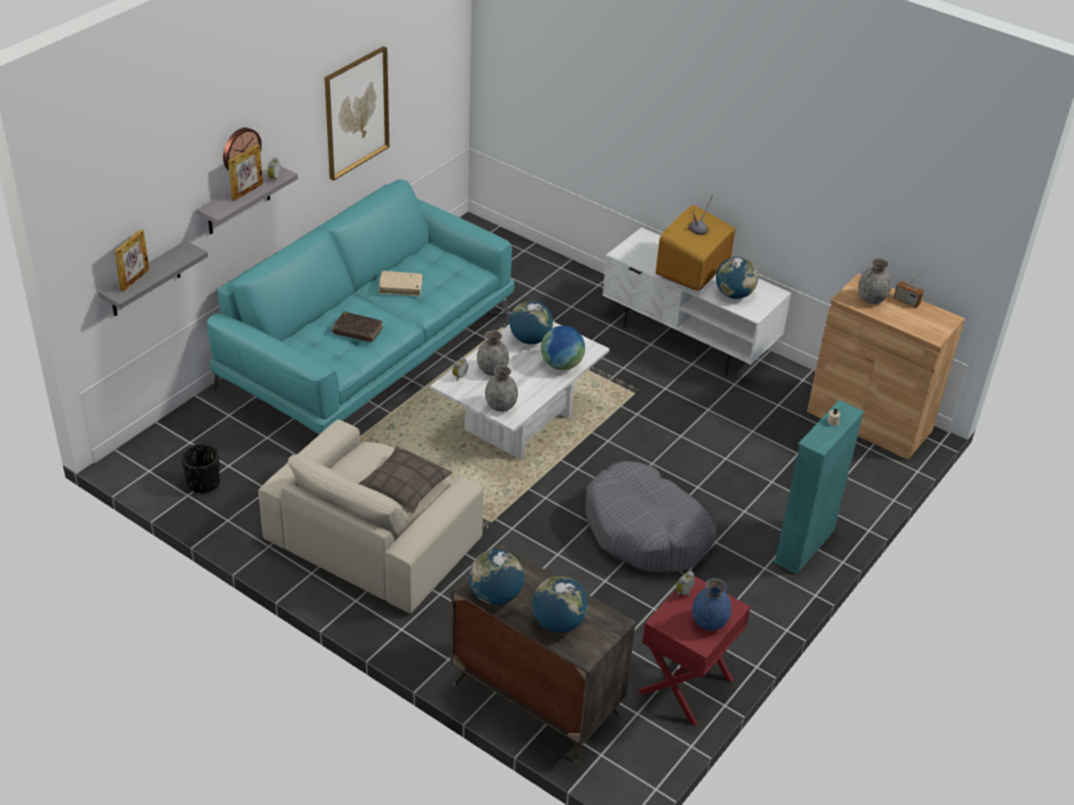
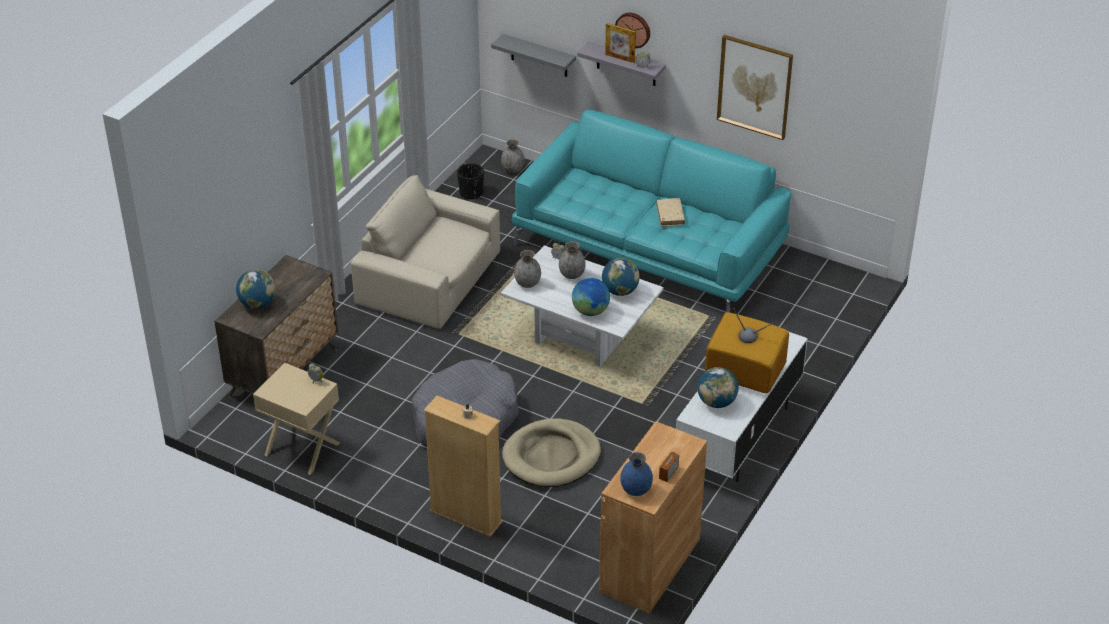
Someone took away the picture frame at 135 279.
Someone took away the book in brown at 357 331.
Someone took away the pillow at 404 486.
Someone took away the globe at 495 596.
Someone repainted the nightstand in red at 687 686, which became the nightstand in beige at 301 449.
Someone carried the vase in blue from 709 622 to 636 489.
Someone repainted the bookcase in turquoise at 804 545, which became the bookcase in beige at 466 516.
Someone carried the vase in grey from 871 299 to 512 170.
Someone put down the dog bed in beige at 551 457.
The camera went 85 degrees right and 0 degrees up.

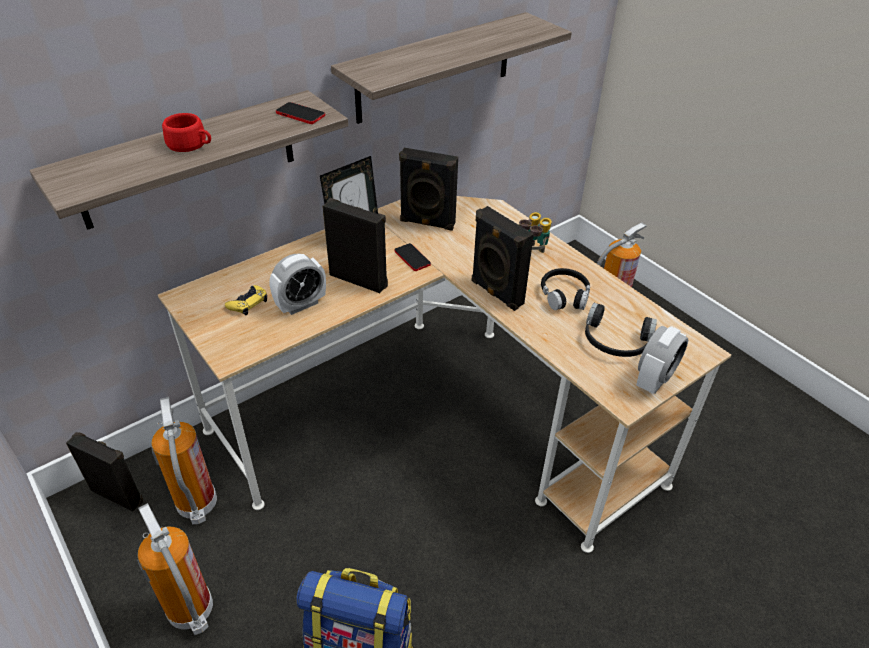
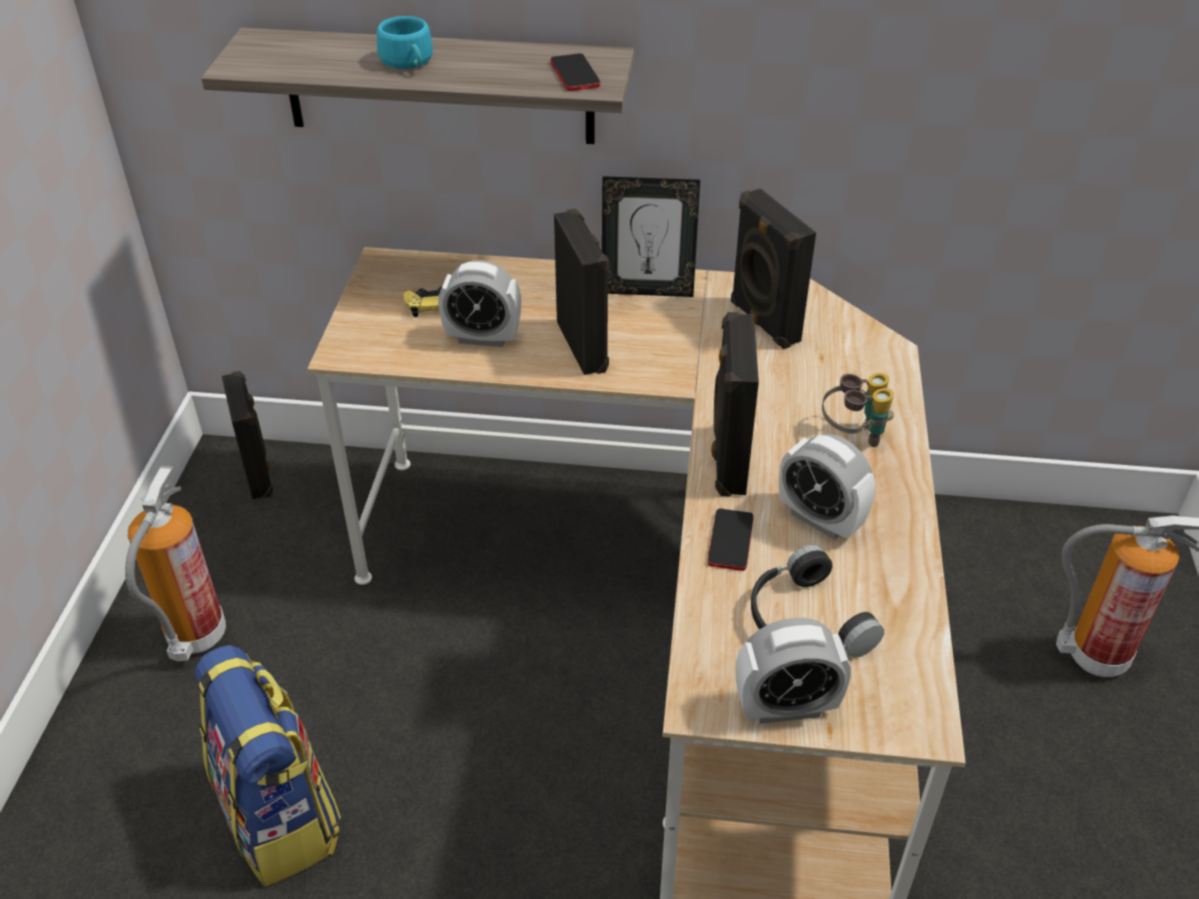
Someone took away the fire extinguisher at 198 506.
Someone repainted the cup in red at 191 145, which became the cup in turquoise at 408 62.
Someone took away the shelf at 435 68.
Someone carried the phone from 412 258 to 730 540.
Someone swapped the headphones in black at 564 295 for the alarm clock at 820 519.
The camera went 45 degrees right and 0 degrees up.

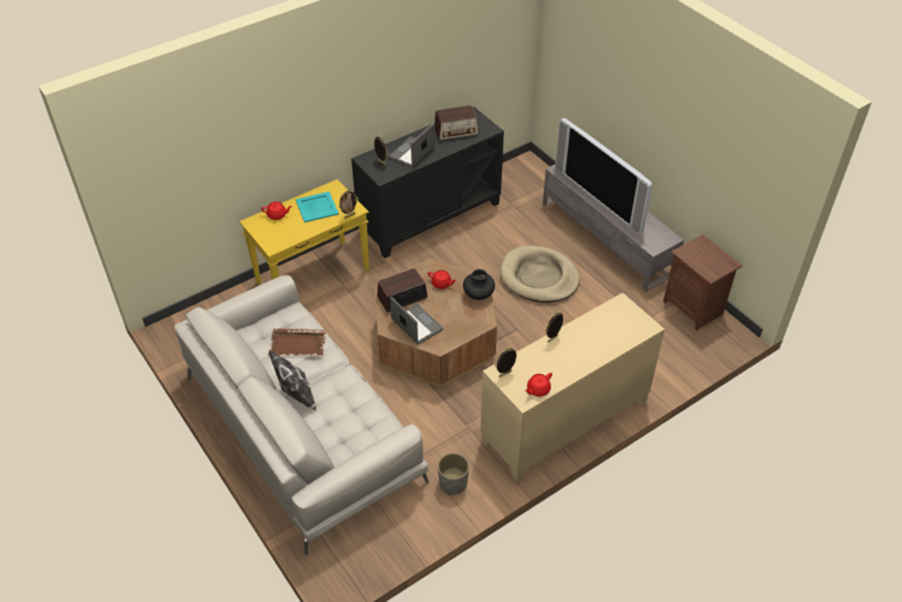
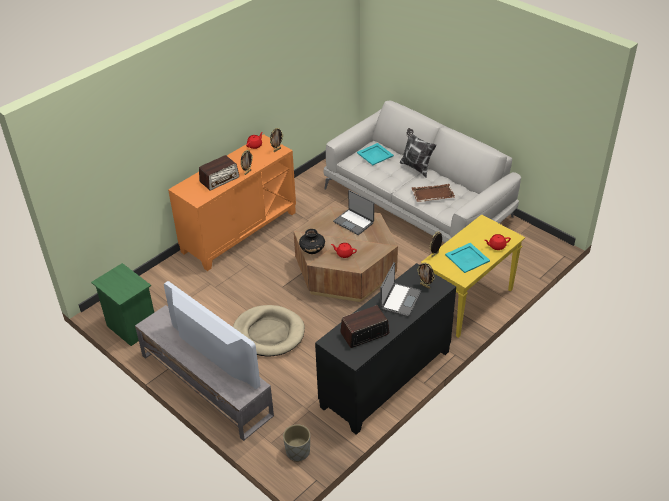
Someone carried the radio from 402 298 to 219 179.
Someone carried the planter in grey from 453 483 to 297 452.
Someone repainted the cabinet in beige at 565 422, which became the cabinet in orange at 239 231.
Someone repainted the nightstand in brown at 694 307, which became the nightstand in green at 131 327.
Someone put down the tray in turquoise at 375 154.
The camera went 170 degrees right and 5 degrees down.

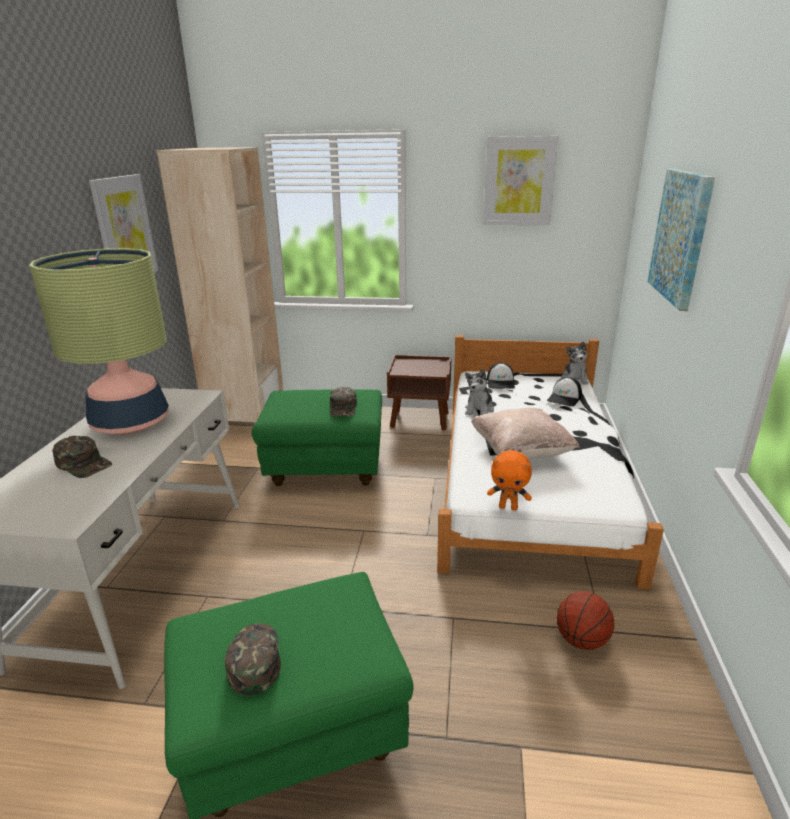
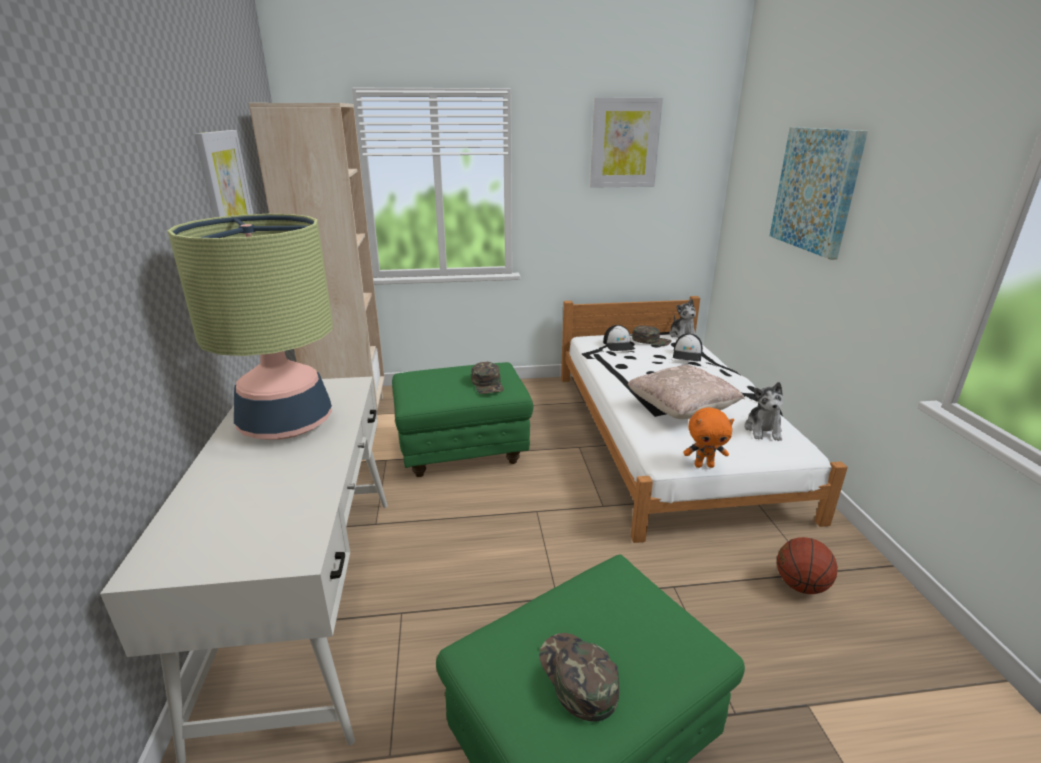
Someone carried the cap in green from 84 463 to 651 340.
Someone took away the nightstand in brown at 420 420.
Someone carried the plush toy from 479 409 to 763 430.
The camera went 15 degrees left and 0 degrees up.

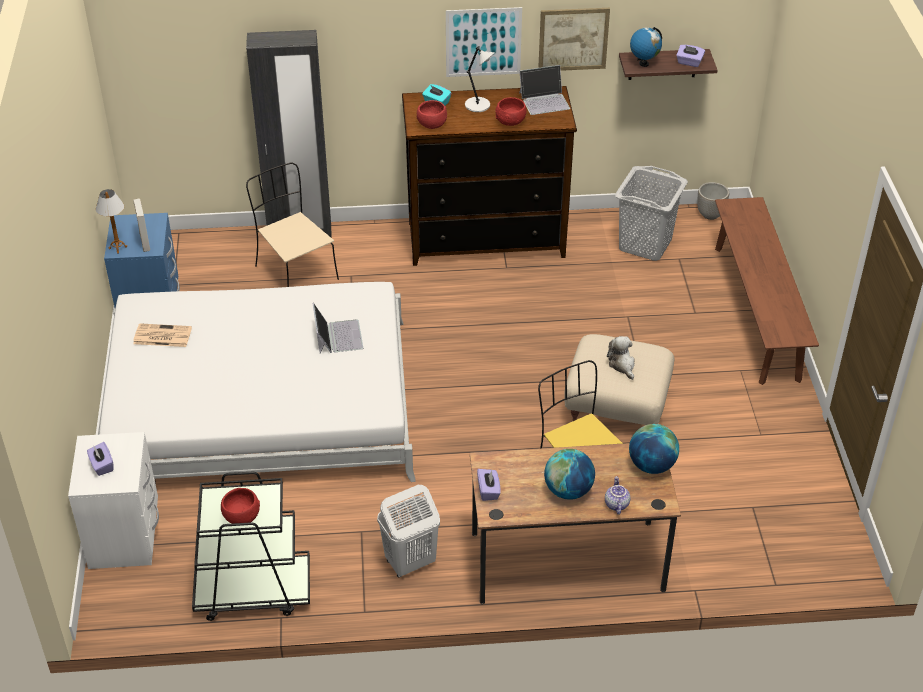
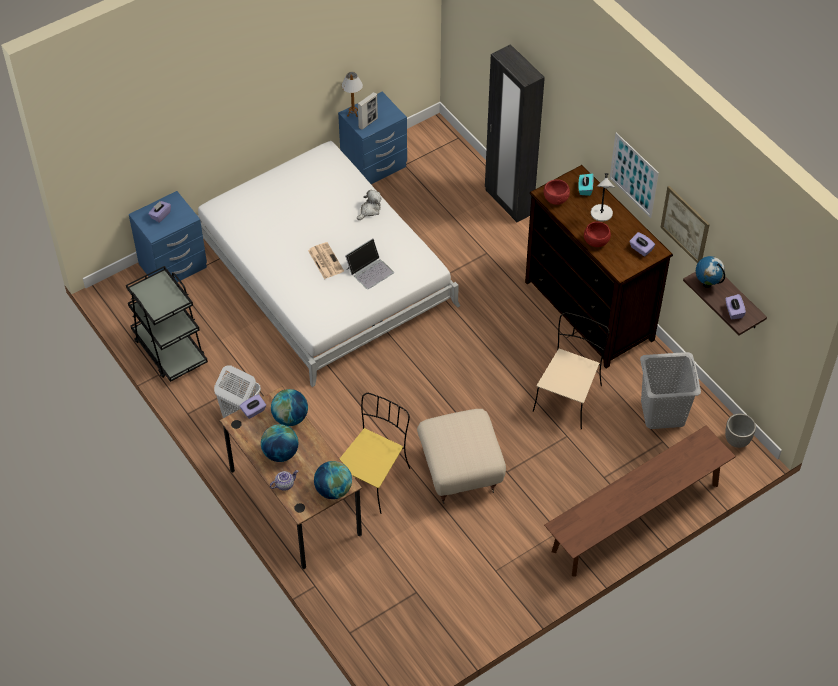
Someone repainted the nightstand in white at 125 536, which became the nightstand in blue at 173 266.
Someone carried the newspaper from 161 336 to 325 260.
Someone took away the bowl in red at 241 516.
Someone carried the chair in beige from 295 272 to 568 397.
Someone swapped the laptop at 544 100 for the tissue box in purple at 641 249.
Someone carried the plush toy from 622 365 to 369 210.
Someone put down the globe at 290 418.
The camera went 60 degrees right and 10 degrees up.

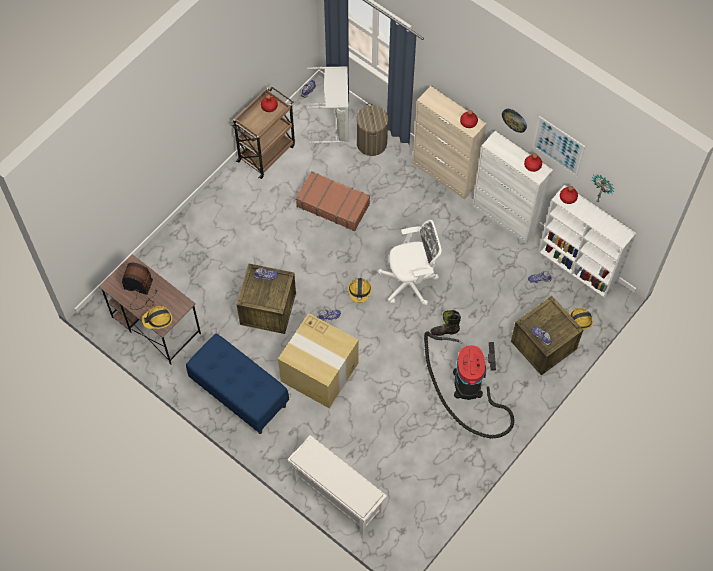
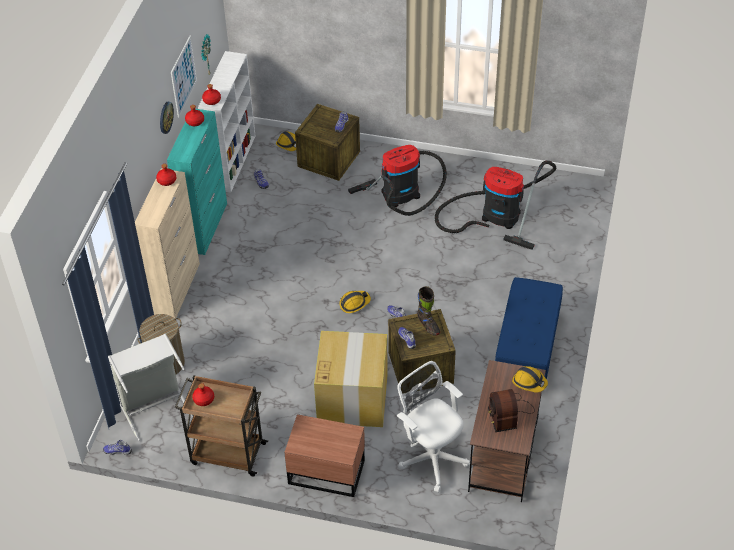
Someone carried the cardboard box from 320 372 to 352 397.
Someone took away the shoe rack in white at 336 495.
Someone took away the suitcase in brown at 333 205.
Someone carried the office chair in white from 411 283 to 431 456.
Someone carried the boot in black from 444 331 to 428 325.
Someone repainted the cabinet in white at 505 218, which became the cabinet in turquoise at 205 226.
Someone put down the nightstand in brown at 325 470.
Someone put down the vacuum cleaner at 496 215.
The camera went 115 degrees left and 15 degrees down.

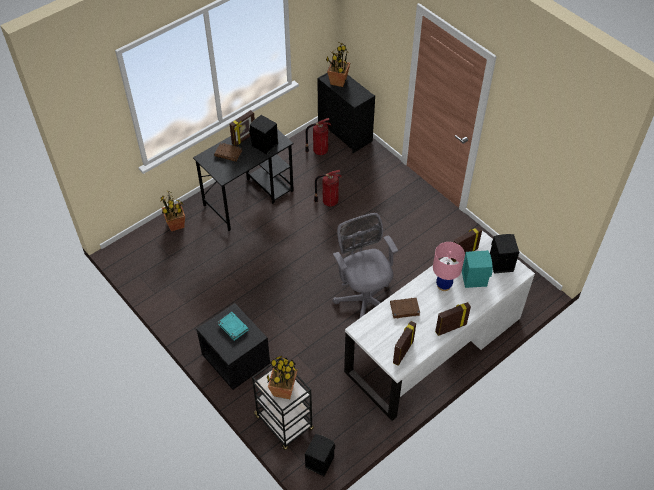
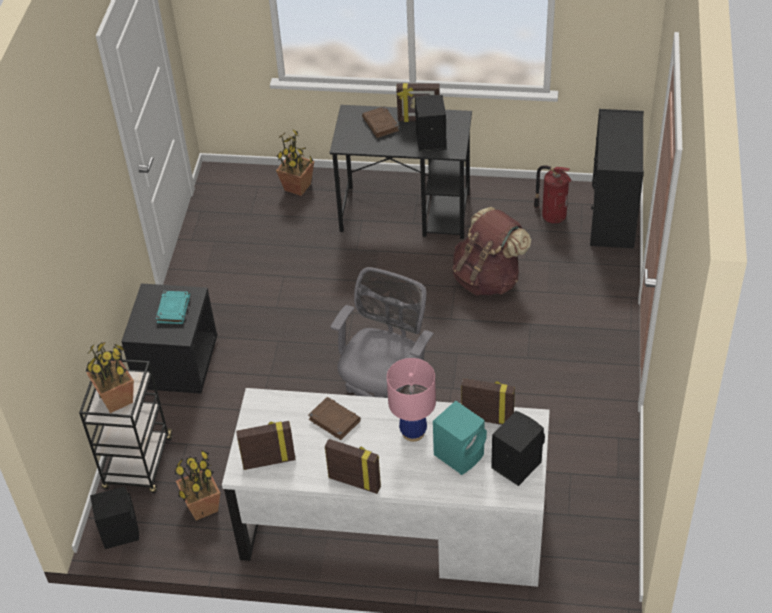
Someone swapped the fire extinguisher at 329 201 for the backpack in brown at 488 279.
Someone carried the potted plant from 338 81 to 202 507.
The camera went 50 degrees right and 5 degrees down.

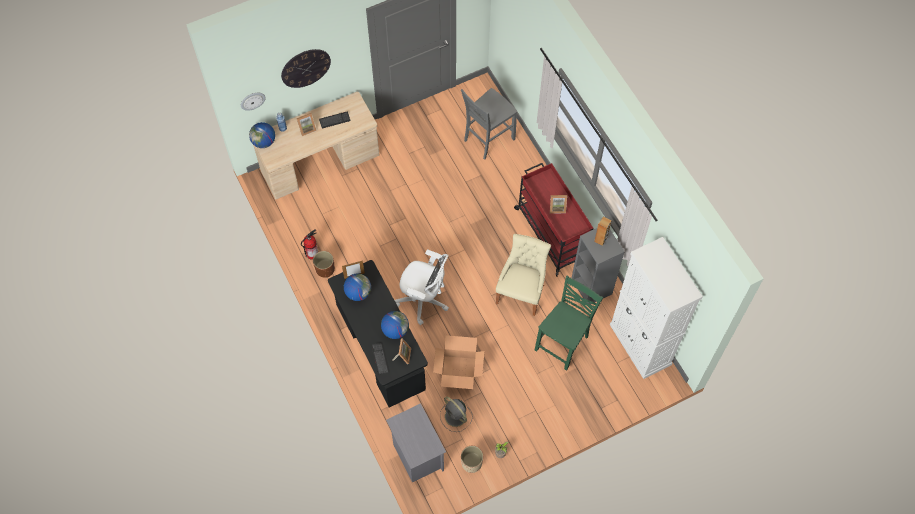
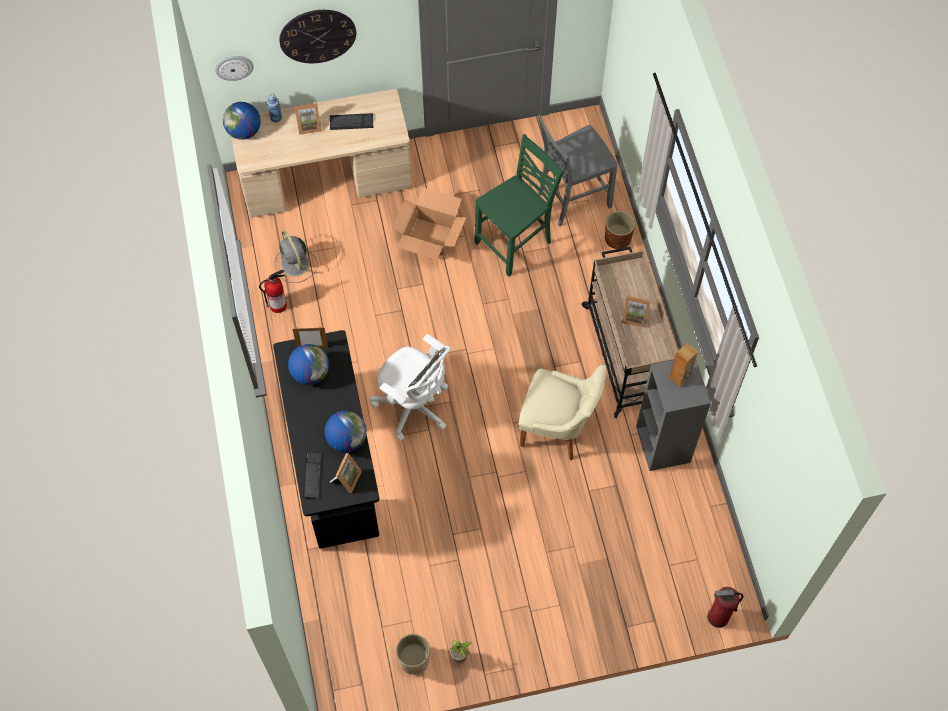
Someone carried the planter in brown from 325 269 to 618 239.
Someone took away the nightstand in grey at 417 456.
Someone carried the cardboard box from 459 370 to 430 239.
Someone carried the fan in grey from 456 417 to 295 265.
Someone rotated the chair in beige at 521 292 by 75 degrees clockwise.
Someone repainted the cart in red at 551 233, which became the cart in beige at 625 353.
Someone carried the chair in green from 563 343 to 515 243.
Someone took away the cabinet in white at 640 344.
Someone put down the fire extinguisher at 718 617.
The camera went 15 degrees right and 0 degrees up.

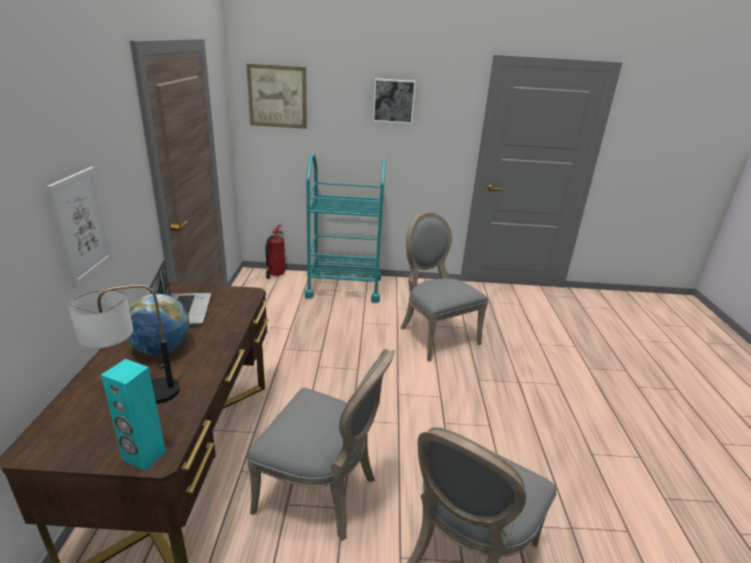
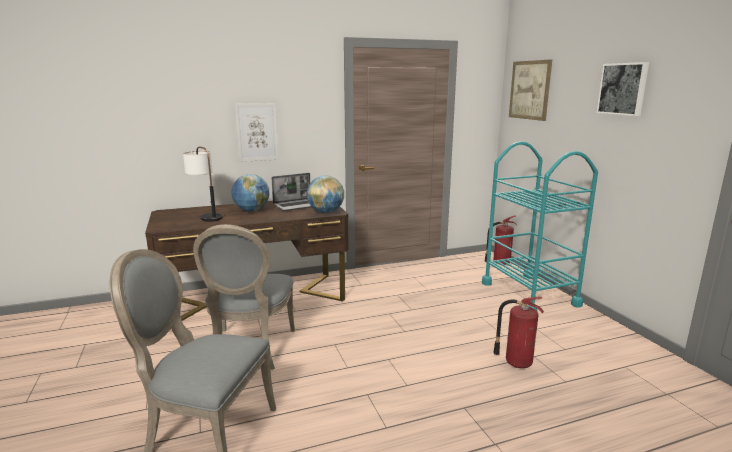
Someone took away the speaker in turquoise at 144 456.
Someone swapped the chair in grey at 435 335 for the fire extinguisher at 516 362.
Someone put down the globe at 326 212.
The camera went 70 degrees right and 10 degrees down.

